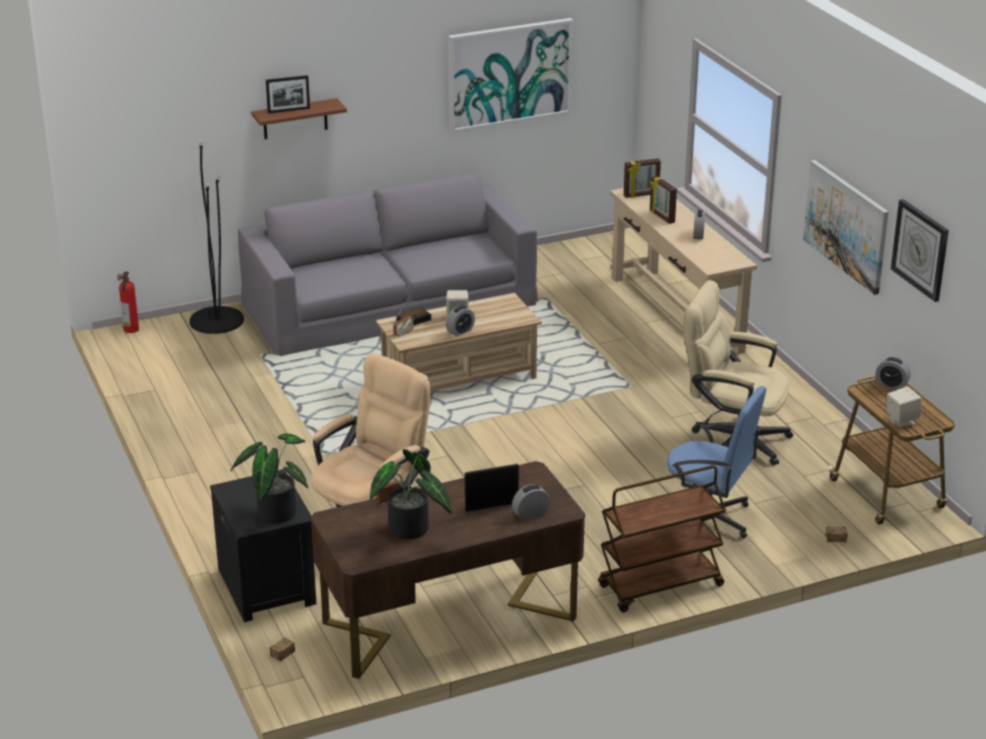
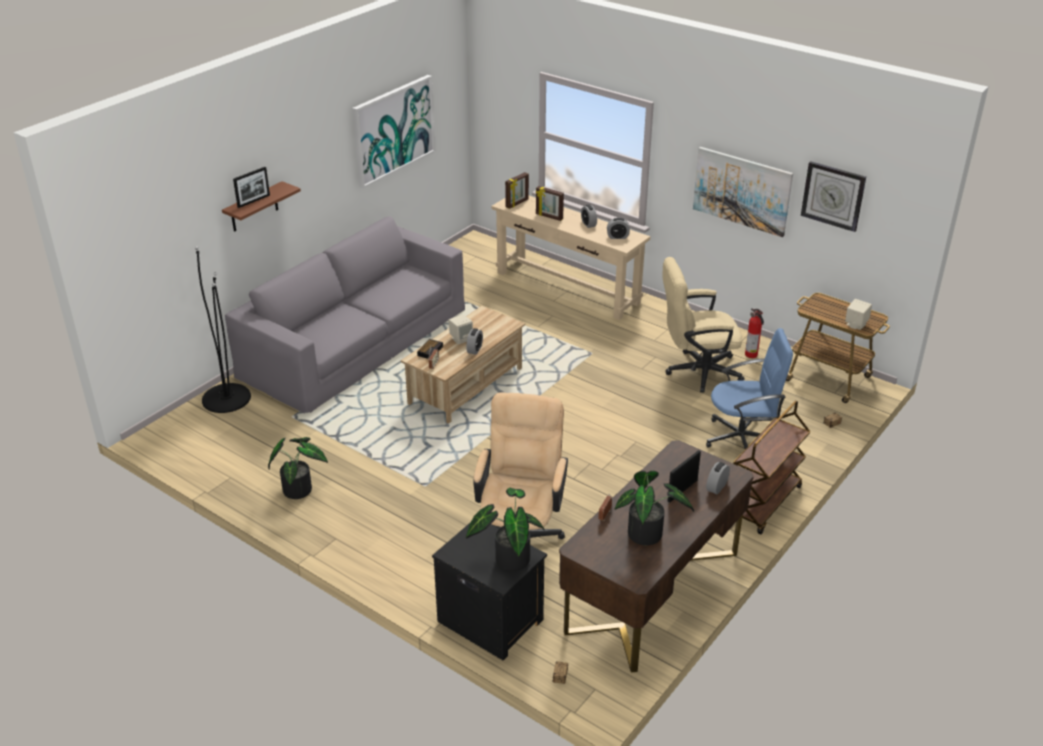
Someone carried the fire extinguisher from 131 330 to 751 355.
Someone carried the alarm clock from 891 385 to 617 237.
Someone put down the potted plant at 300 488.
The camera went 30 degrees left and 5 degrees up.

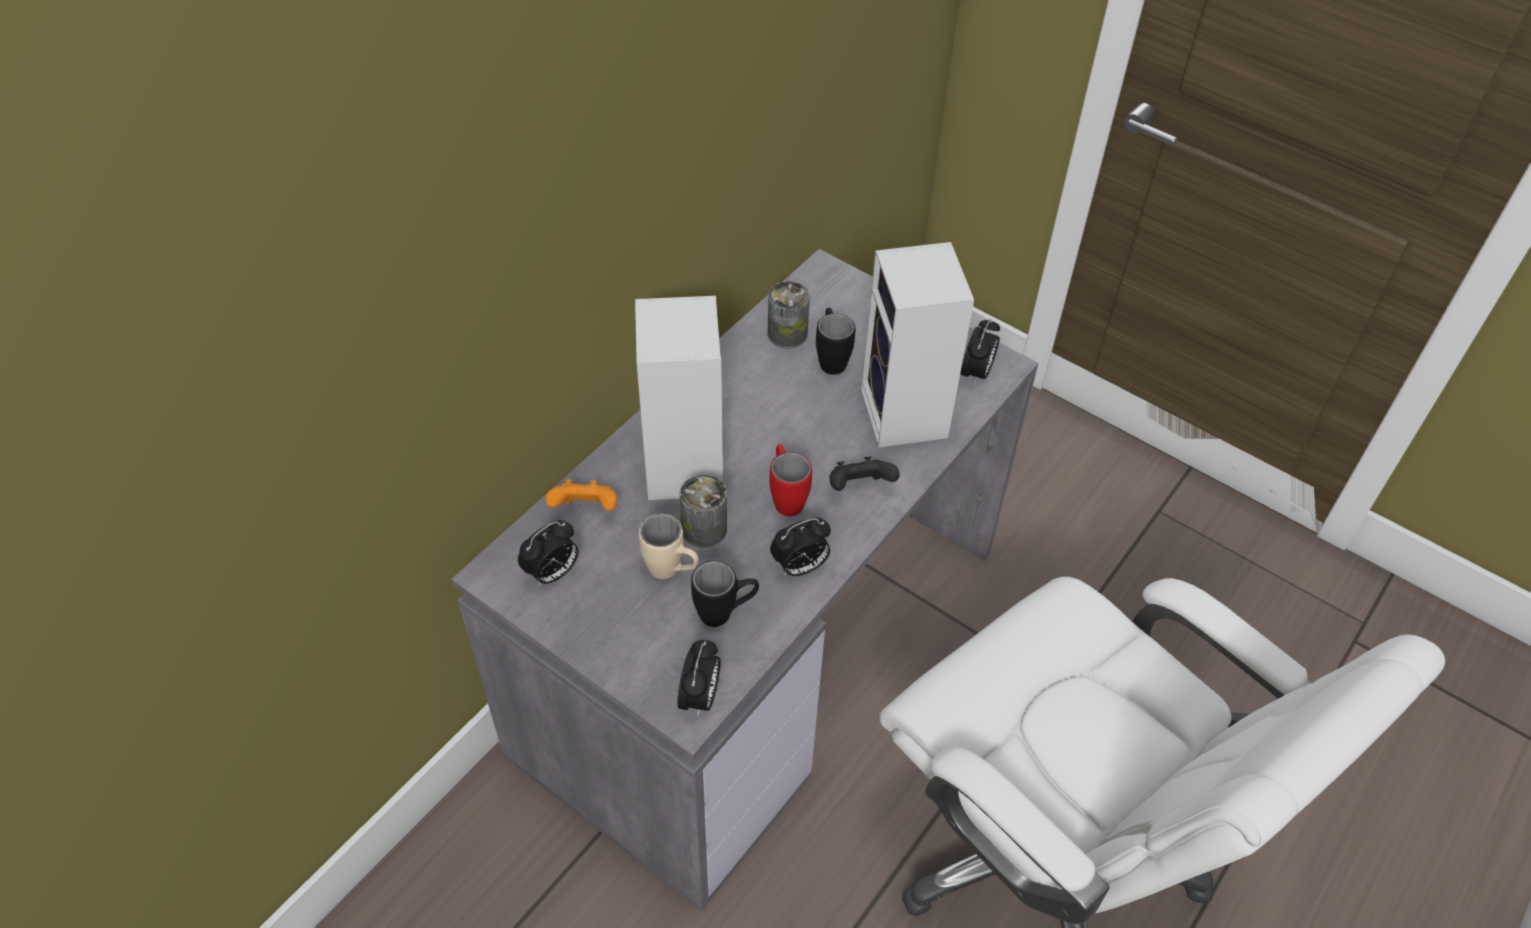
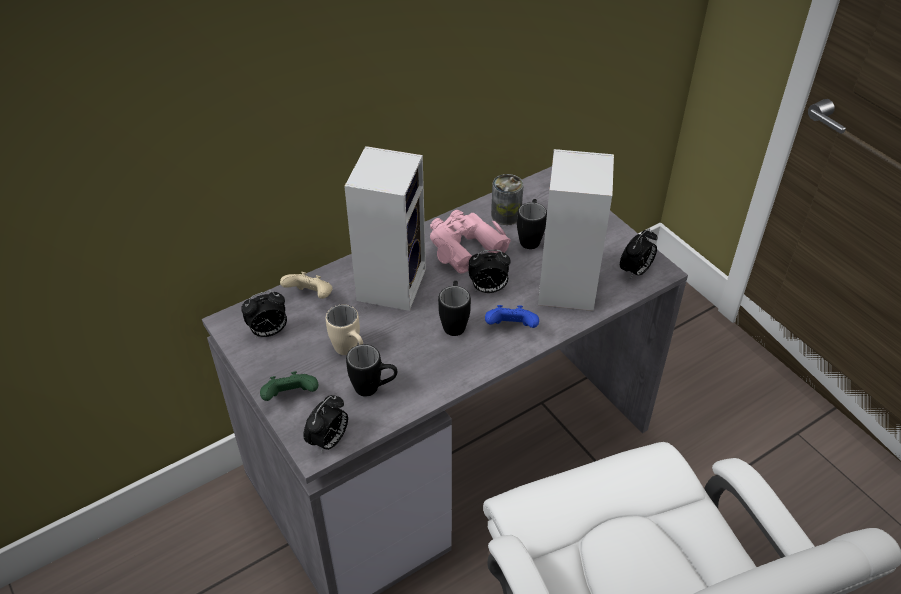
Someone repainted the game controller in orange at 585 509, which became the game controller in beige at 311 296.
Someone took away the can at 704 529.
Someone repainted the mug in red at 786 497, which became the mug in black at 454 322.
Someone carried the alarm clock from 800 567 to 488 289.
Someone repainted the game controller in black at 859 487, which became the game controller in blue at 511 328.
Someone put down the game controller in green at 291 397.
Someone put down the binoculars in pink at 464 245.
The camera went 20 degrees right and 5 degrees down.

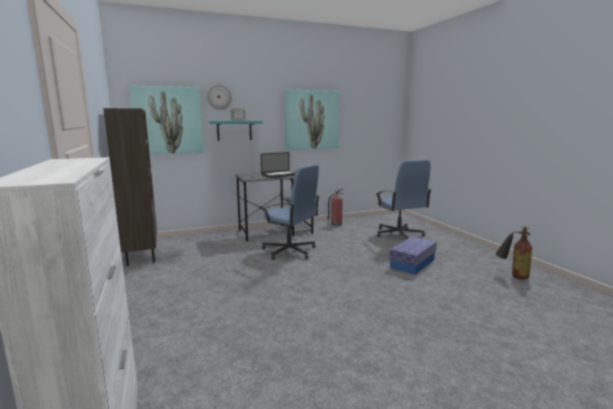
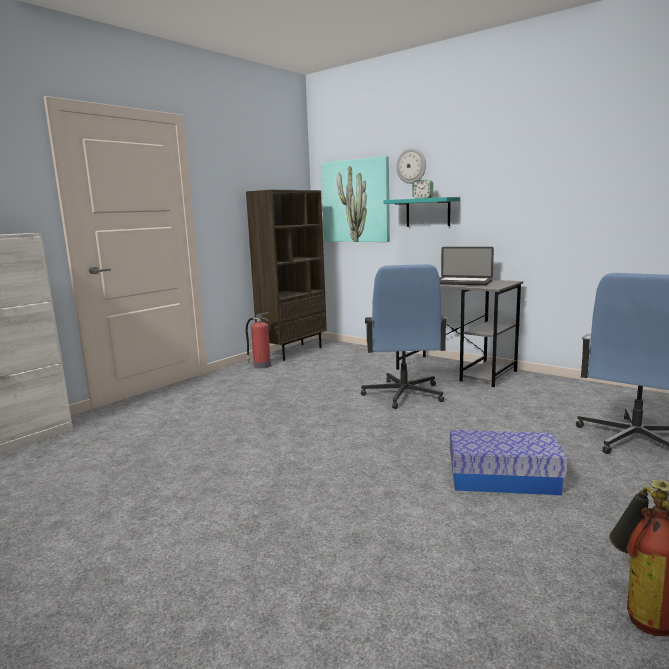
Someone took away the picture at 311 119.
Someone carried the fire extinguisher from 335 224 to 261 365.
The camera went 60 degrees right and 0 degrees up.

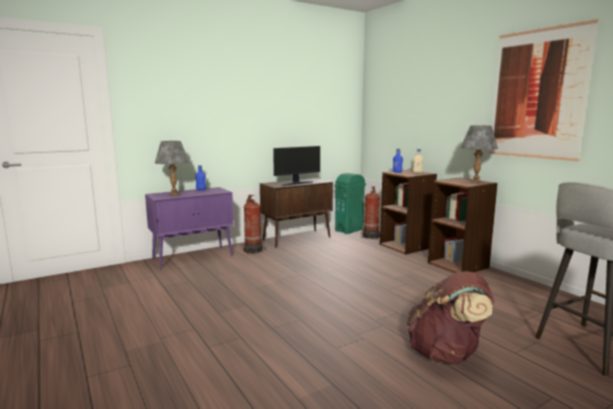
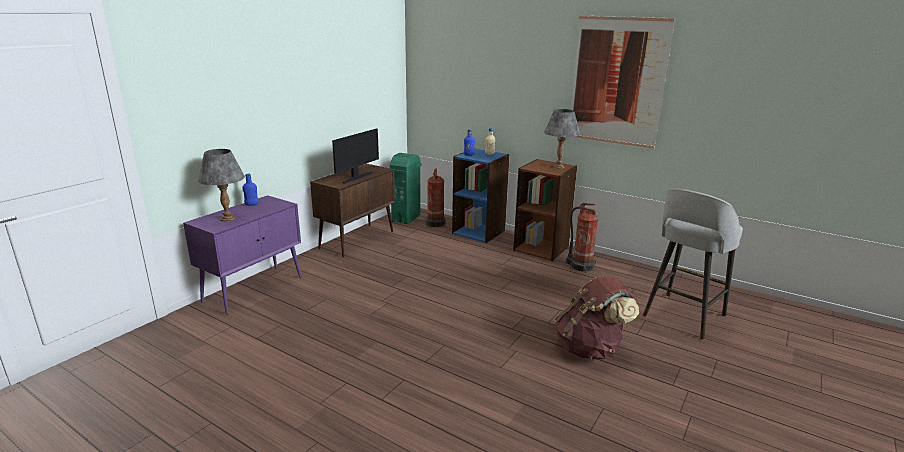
Someone carried the fire extinguisher from 253 250 to 581 266.
Someone repainted the bookcase in brown at 406 246, which became the bookcase in blue at 479 232.
The camera went 25 degrees left and 10 degrees up.

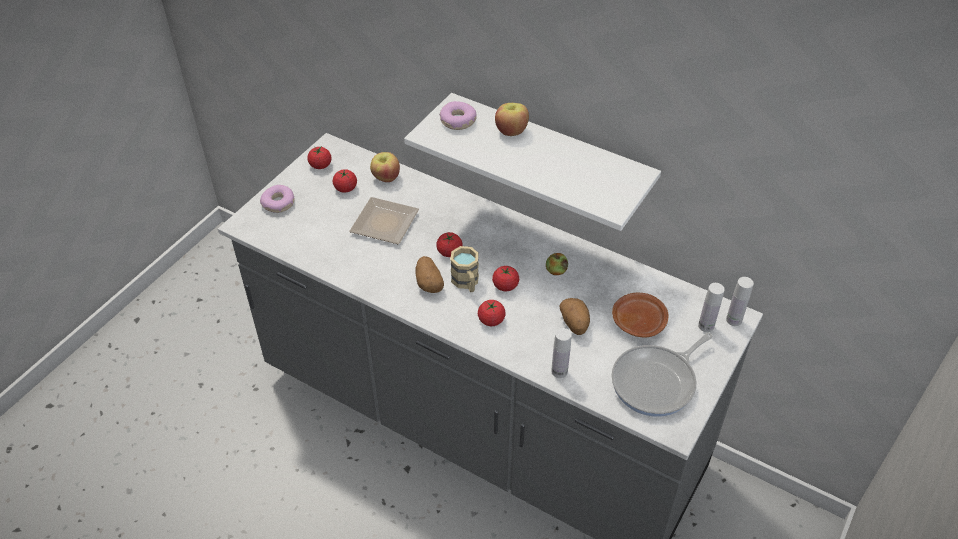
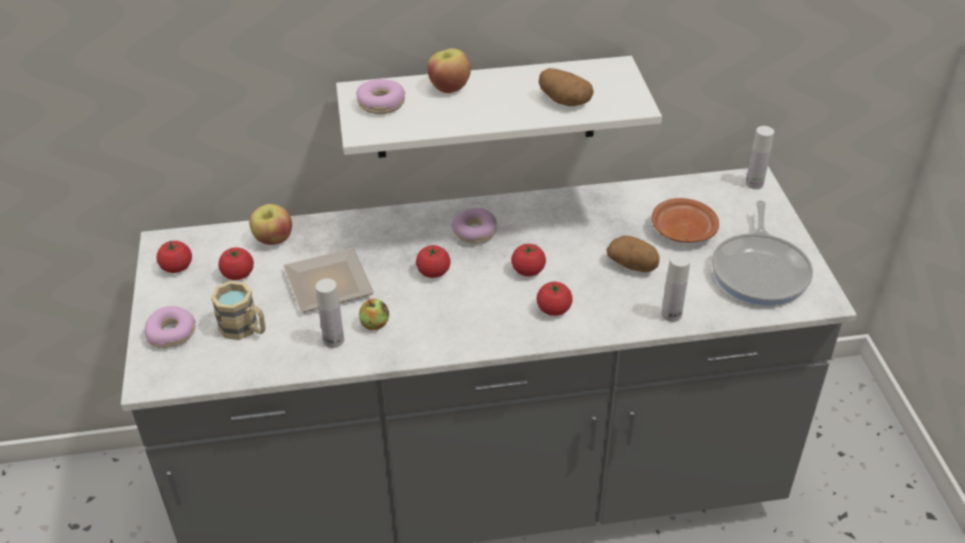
Someone carried the potato from 428 282 to 563 101.
Someone carried the mug in beige from 466 283 to 245 329.
Someone carried the apple from 556 271 to 374 324.
Someone carried the bottle in white from 706 326 to 333 340.
Someone put down the donut at 475 232.
The camera went 40 degrees left and 5 degrees down.

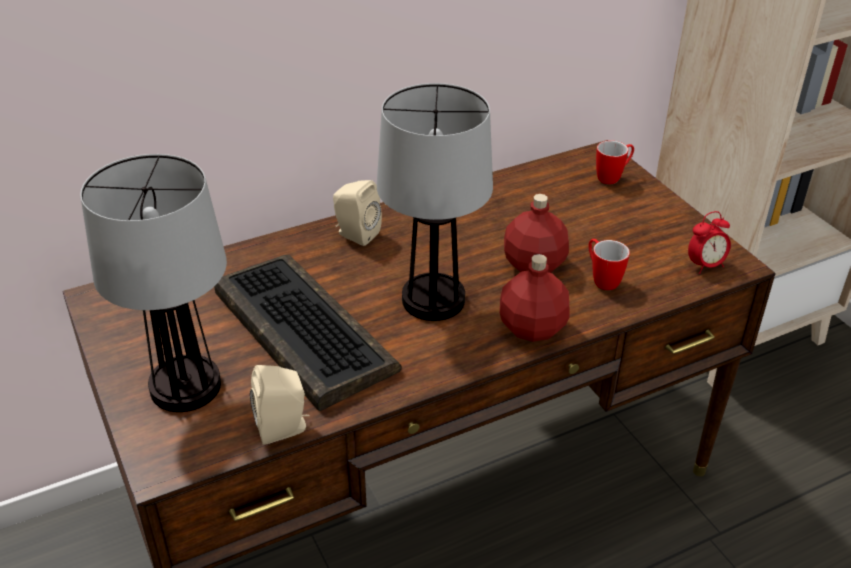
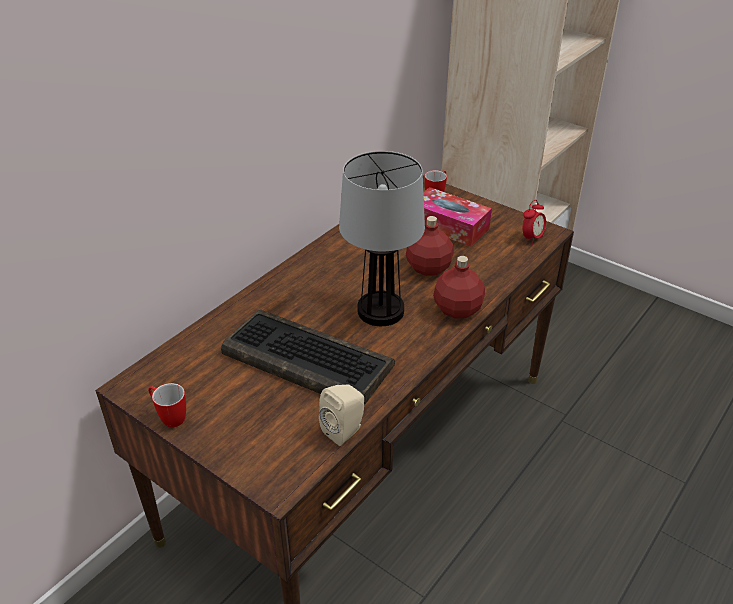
Someone took away the table lamp at 184 386.
Someone took away the speaker in beige at 355 234.
Someone carried the mug from 601 279 to 169 417.
Someone put down the tissue box at 449 226.
The camera went 25 degrees left and 0 degrees up.

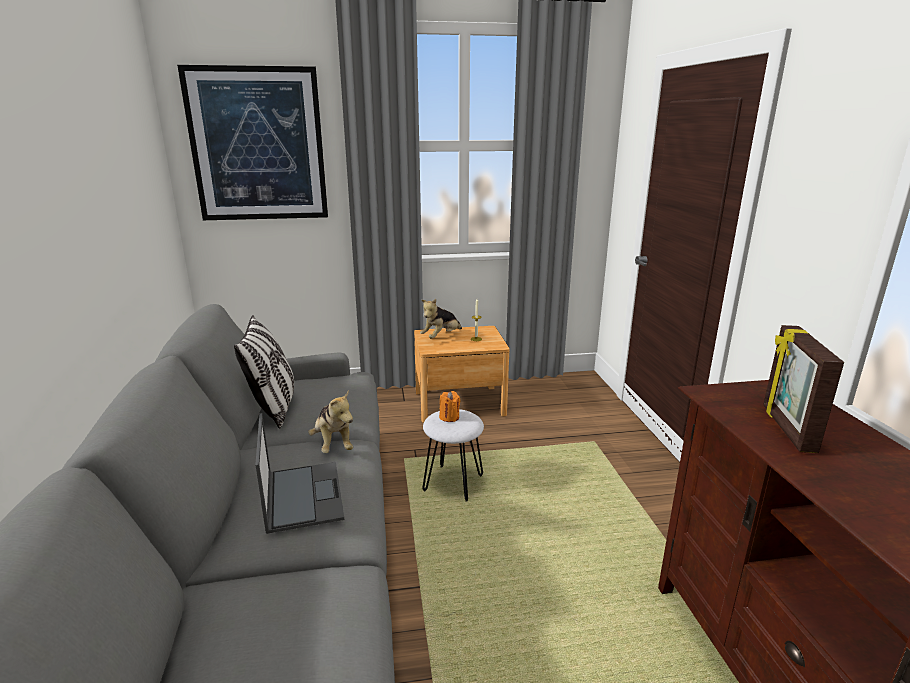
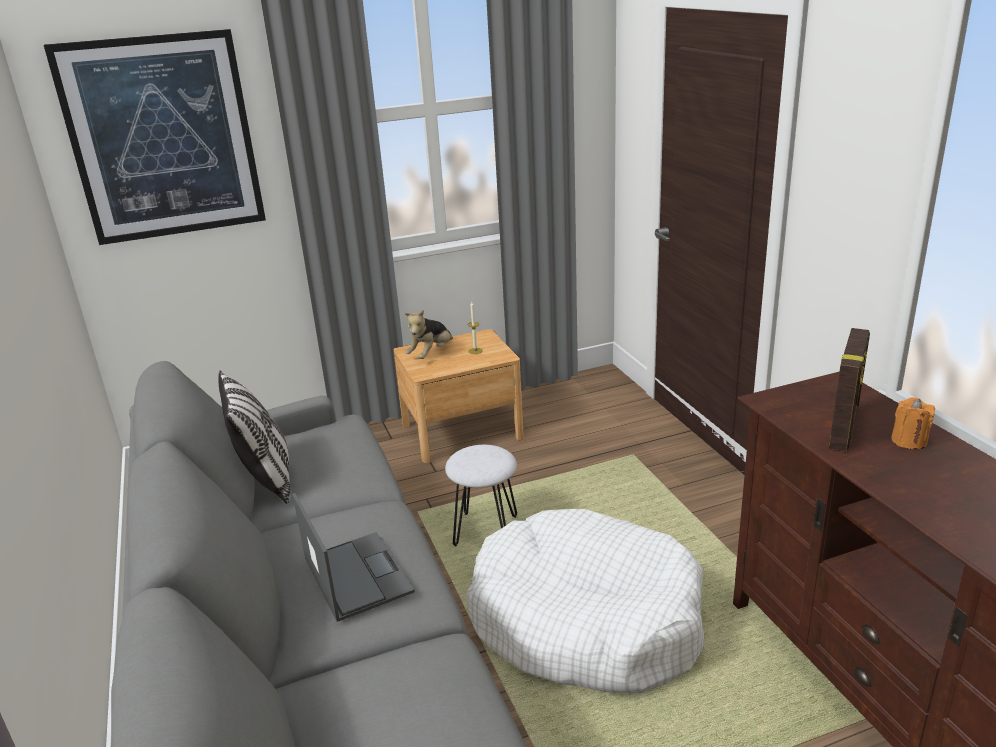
Someone took away the plush toy at 333 444.
Someone carried the candle in orange from 449 417 to 909 441.
Someone rotated the picture frame at 786 429 by 150 degrees counterclockwise.
Someone put down the dog bed in white at 585 621.
The camera went 10 degrees left and 5 degrees up.

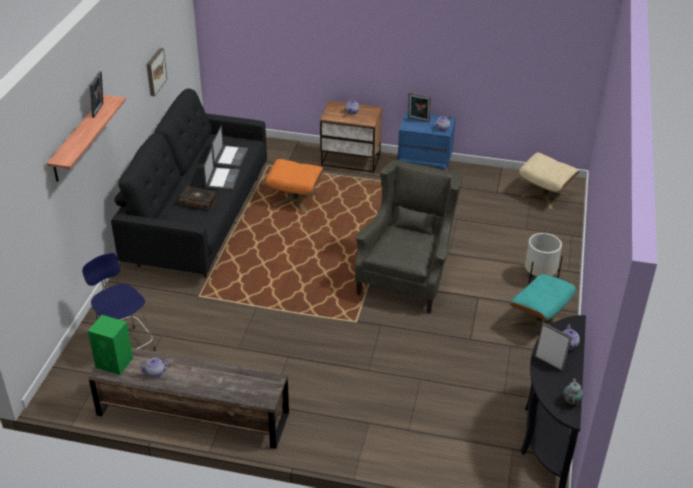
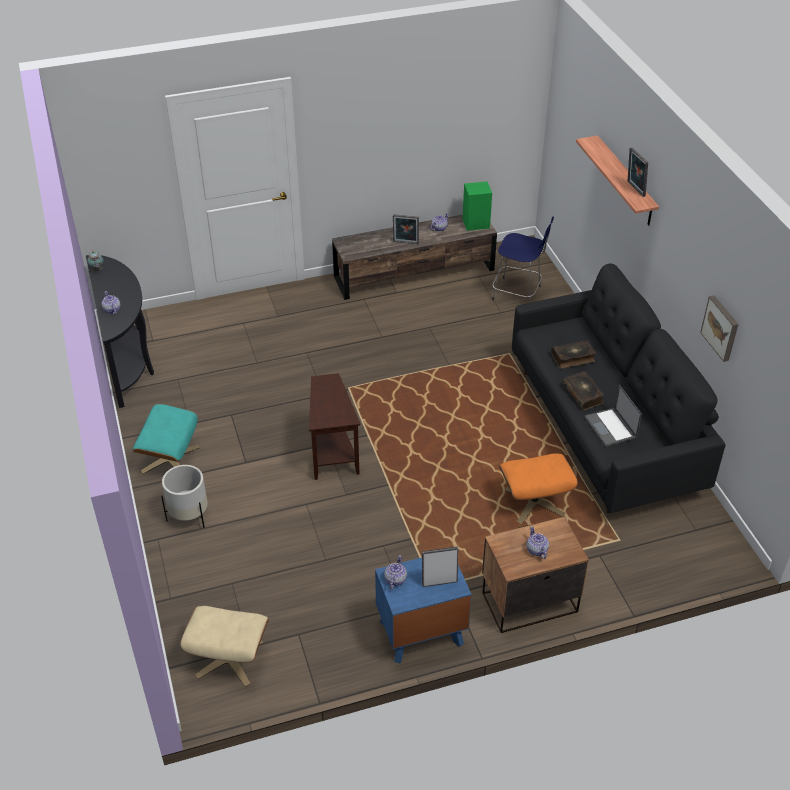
Someone swapped the laptop at 222 178 for the book at 583 394.
Someone swapped the armchair in grey at 407 276 for the side table in brown at 333 455.
Someone carried the picture frame from 550 362 to 405 243.
The camera went 150 degrees right and 5 degrees up.

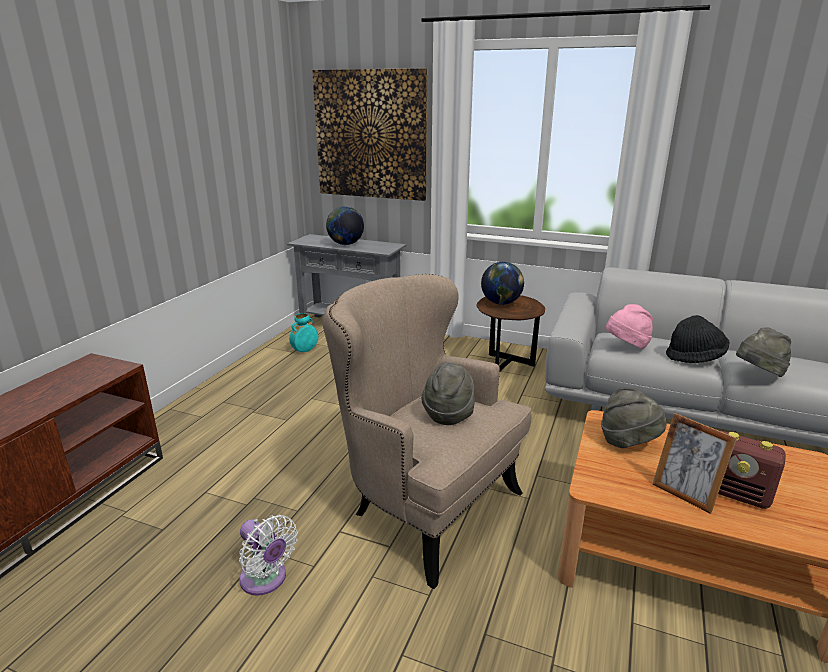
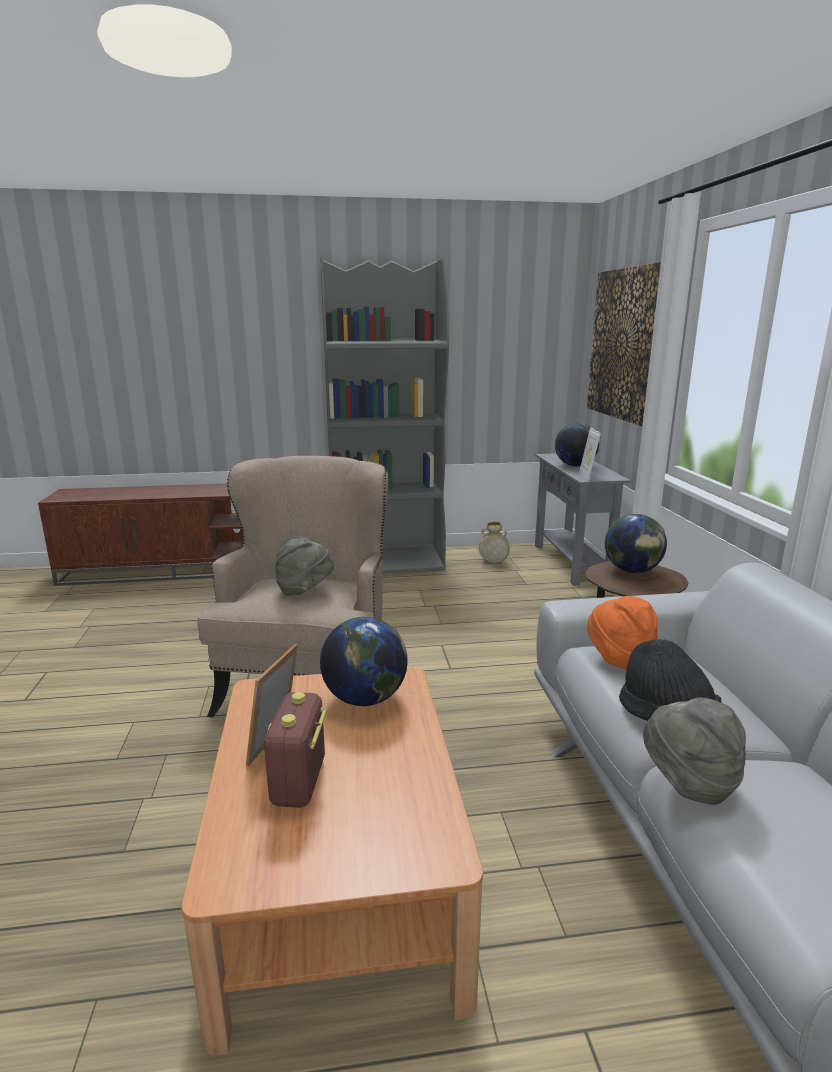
Someone took away the fan in white at 266 580.
Someone repainted the vase in turquoise at 305 350, which became the vase in beige at 493 562.
Someone swapped the hat in grey at 628 442 for the globe at 365 699.
Someone repainted the hat in pink at 626 346, which became the hat in orange at 619 659.
Someone put down the bookcase in grey at 388 561.
Someone put down the picture frame at 587 476.
The camera went 60 degrees right and 5 degrees down.

